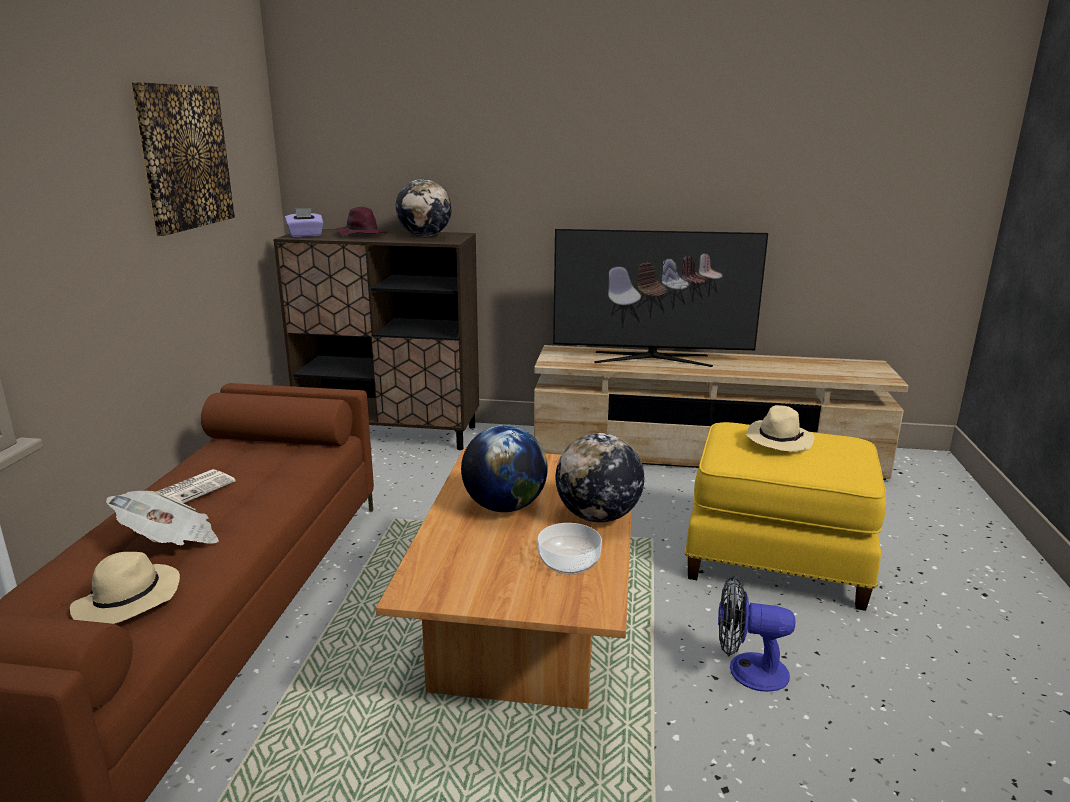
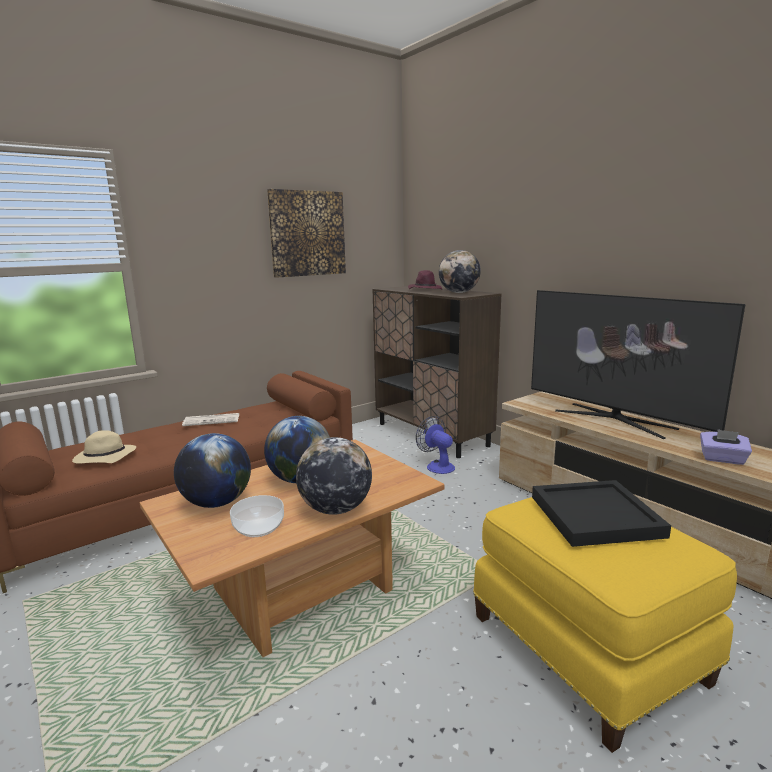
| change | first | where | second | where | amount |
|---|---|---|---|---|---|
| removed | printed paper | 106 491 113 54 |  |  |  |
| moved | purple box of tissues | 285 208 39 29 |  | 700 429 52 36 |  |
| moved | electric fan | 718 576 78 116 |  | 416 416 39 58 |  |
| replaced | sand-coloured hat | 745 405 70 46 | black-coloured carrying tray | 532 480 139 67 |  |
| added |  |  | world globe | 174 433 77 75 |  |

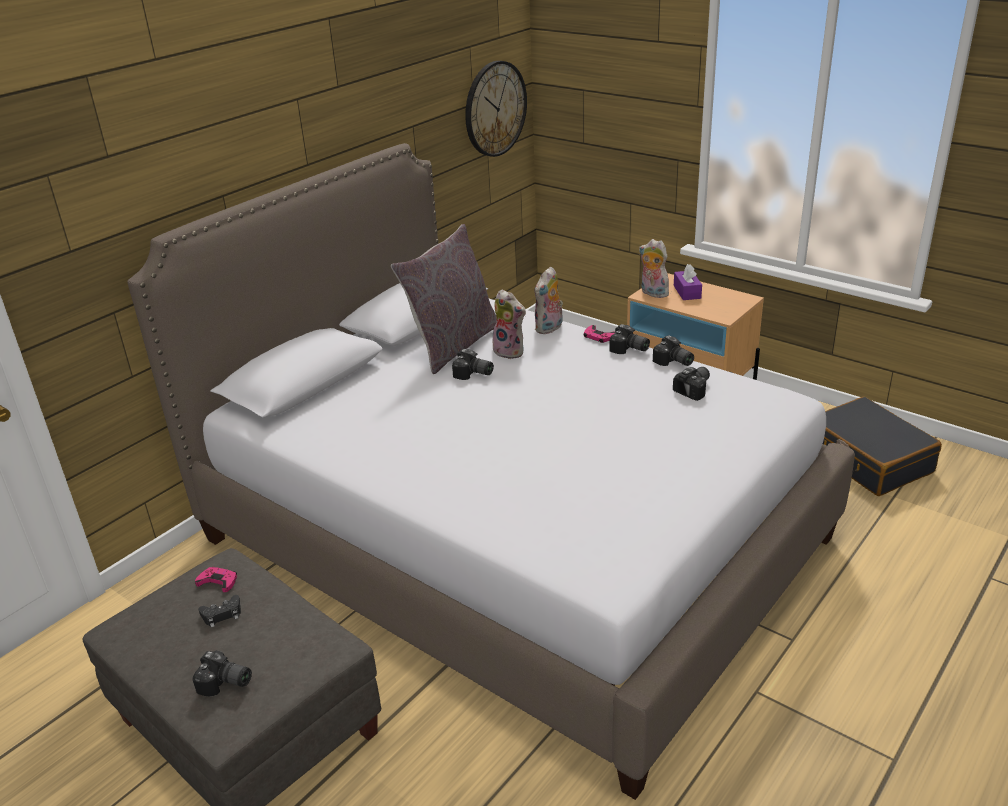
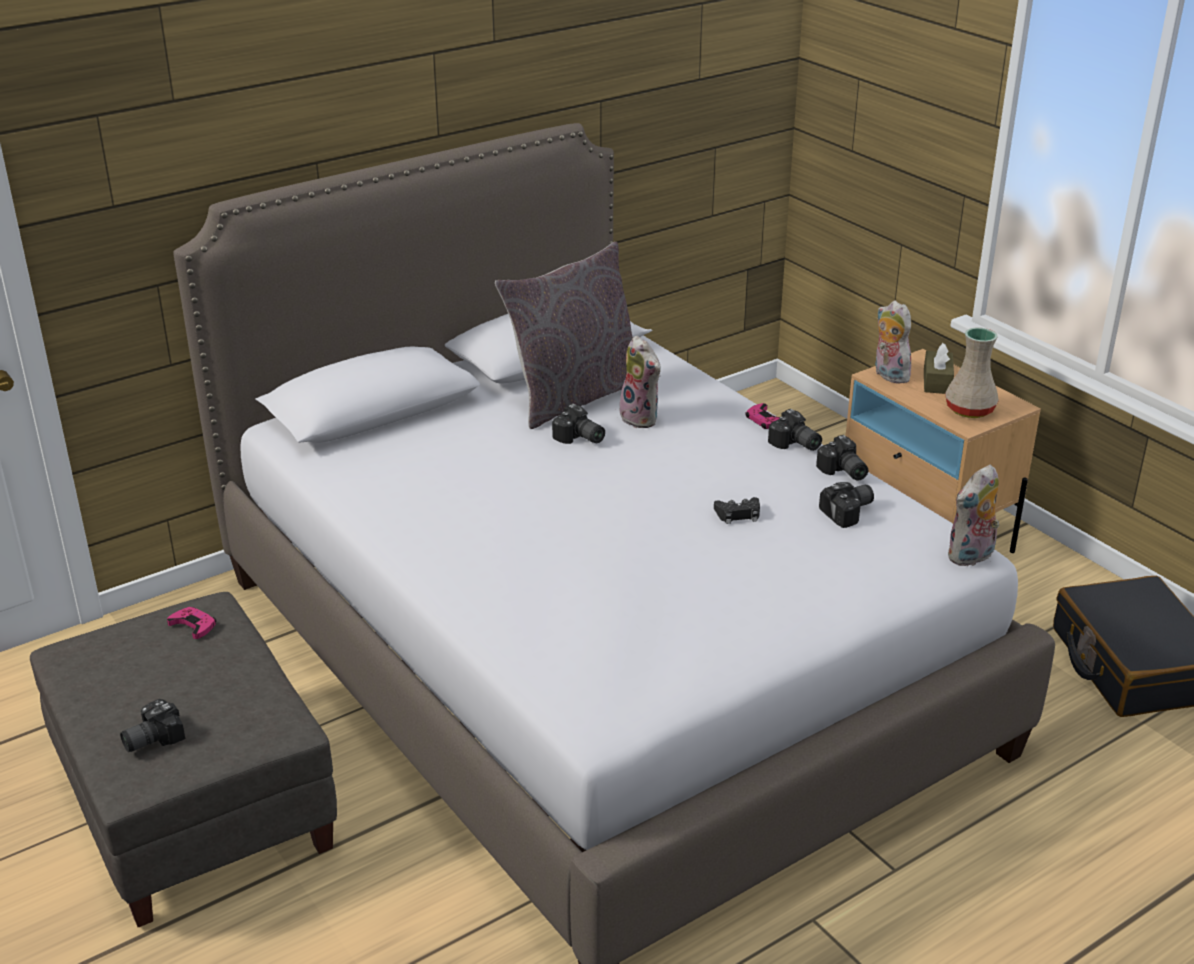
| change | first | where | second | where | amount |
|---|---|---|---|---|---|
| turned | still camera | 192 650 60 47 |  | 120 699 65 53 | 105 degrees clockwise |
| moved | black-coloured gamepad | 198 595 43 32 |  | 714 497 46 27 |  |
| removed | clock on the wall | 465 61 62 96 |  |  |  |
| moved | soft toy | 534 267 29 67 |  | 948 465 51 101 |  |
| recoloured | purple box of tissues | 674 264 28 36 | brownish box of tissues | 924 343 30 51 |  |
| added |  |  | sand-coloured decorative vase | 945 327 54 91 |  |

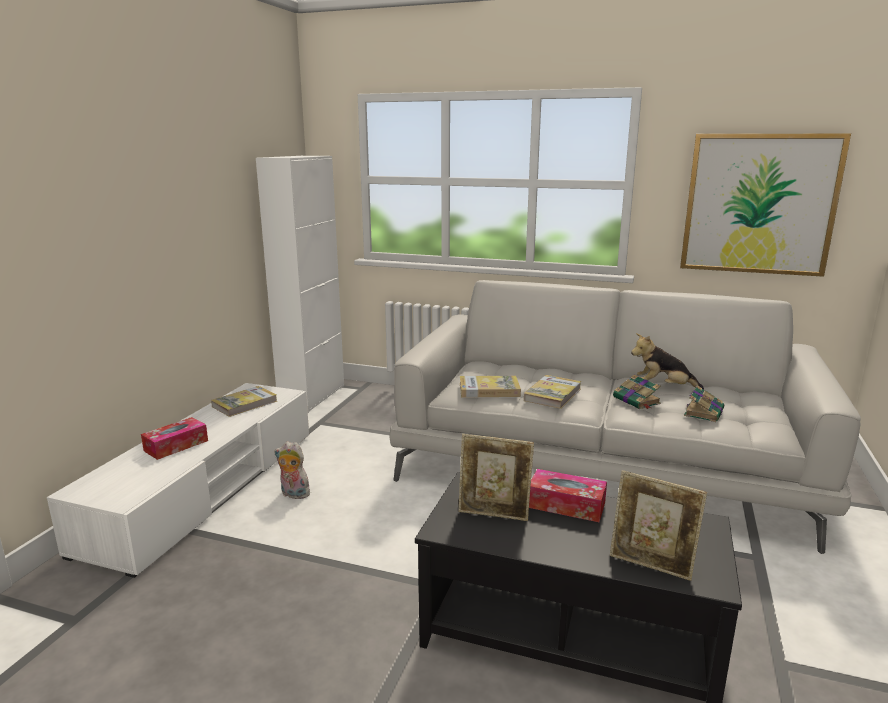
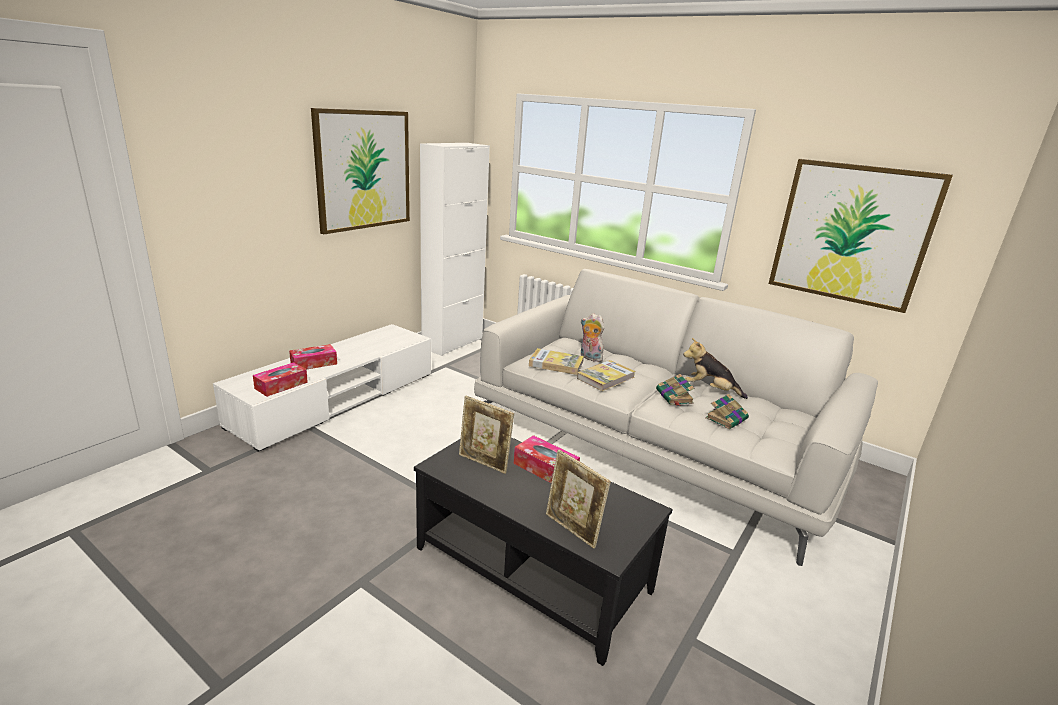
| change | first | where | second | where | amount |
|---|---|---|---|---|---|
| removed | volume | 211 386 66 31 |  |  |  |
| moved | soft toy | 274 441 36 58 |  | 581 313 24 49 |  |
| added |  |  | box of tissues | 253 362 55 35 |  |
| added |  |  | picture | 311 108 99 126 |  |

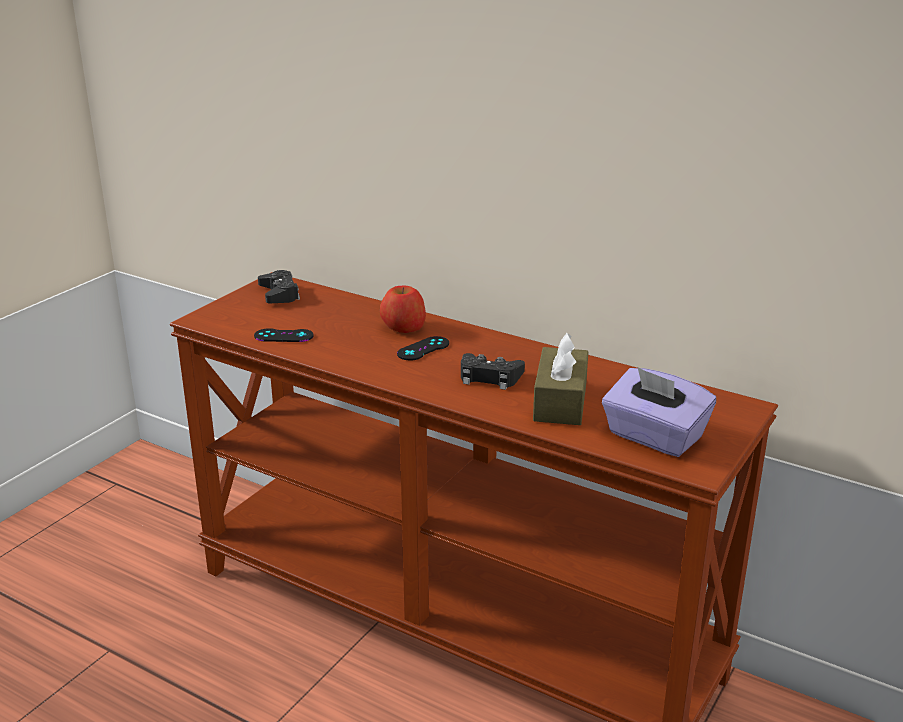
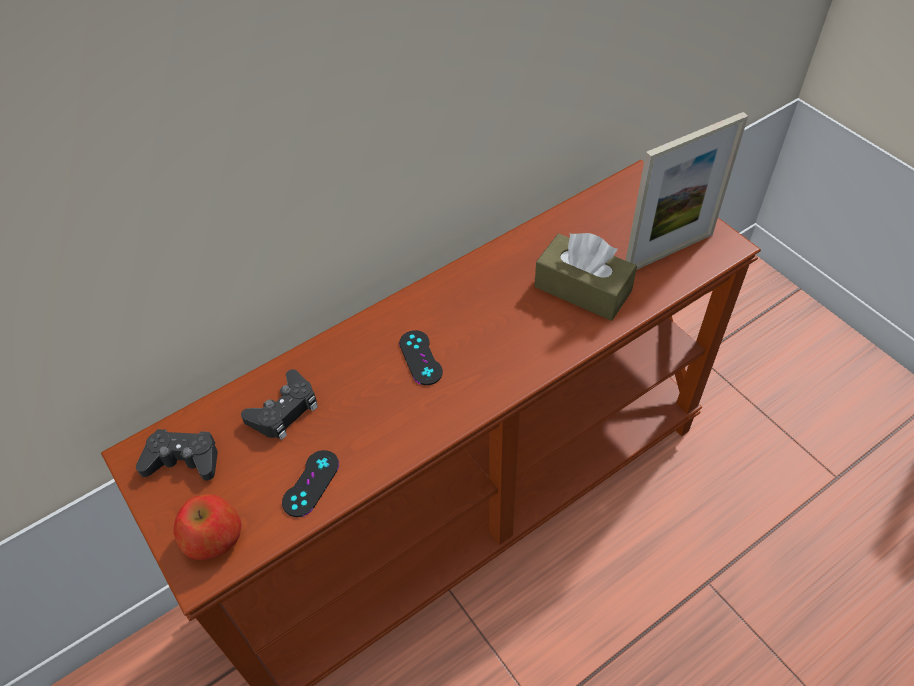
| change | first | where | second | where | amount |
|---|---|---|---|---|---|
| moved | whole apple | 380 286 46 47 |  | 174 494 67 66 |  |
| moved | black-coloured gamepad | 461 353 64 37 |  | 241 369 77 71 |  |
| replaced | purple box of tissues | 602 367 114 90 | photo frame | 626 112 122 158 |  |

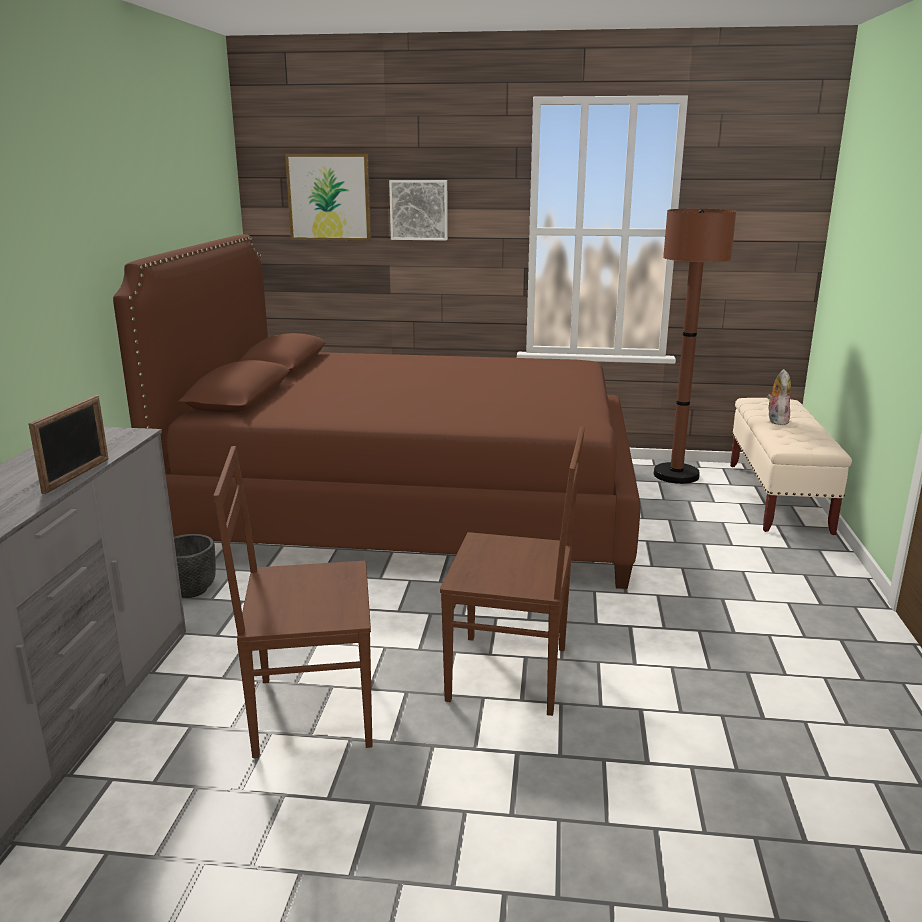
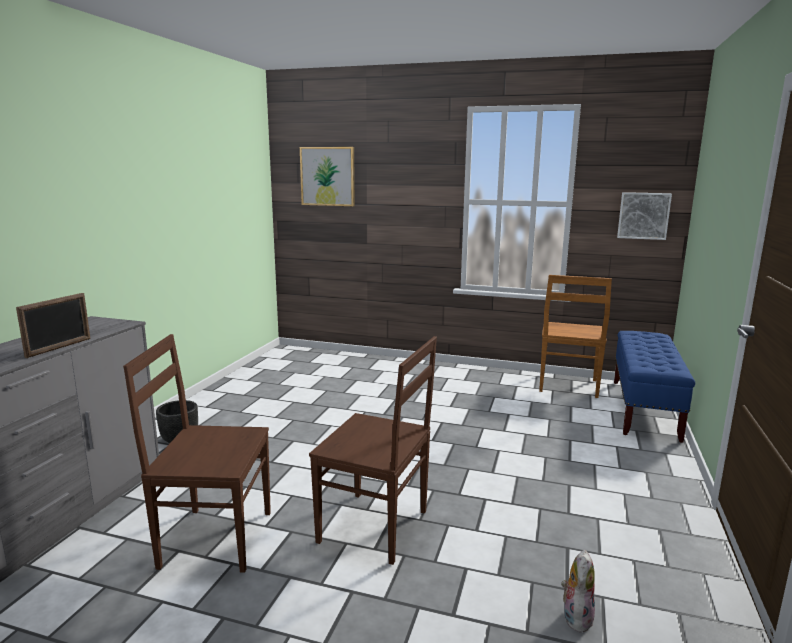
| change | first | where | second | where | amount |
|---|---|---|---|---|---|
| removed | brownish bedroom bed | 113 234 527 355 |  |  |  |
| moved | picture | 389 180 59 61 |  | 617 192 55 48 |  |
| replaced | brownish standing lamp | 654 209 82 275 | brownish chair | 539 275 73 123 |  |
| recoloured | sand-coloured indoor bench | 730 398 122 137 | blue indoor bench | 614 331 81 112 |  |
| moved | soft toy | 767 369 24 56 |  | 561 550 34 82 |  |

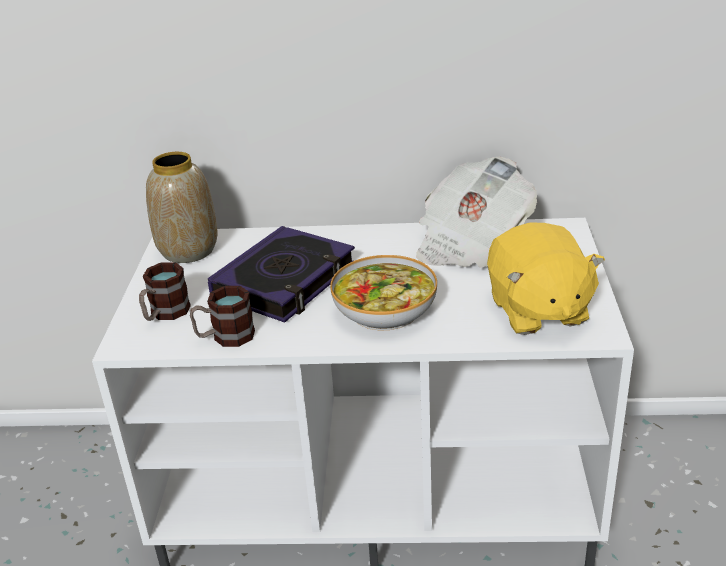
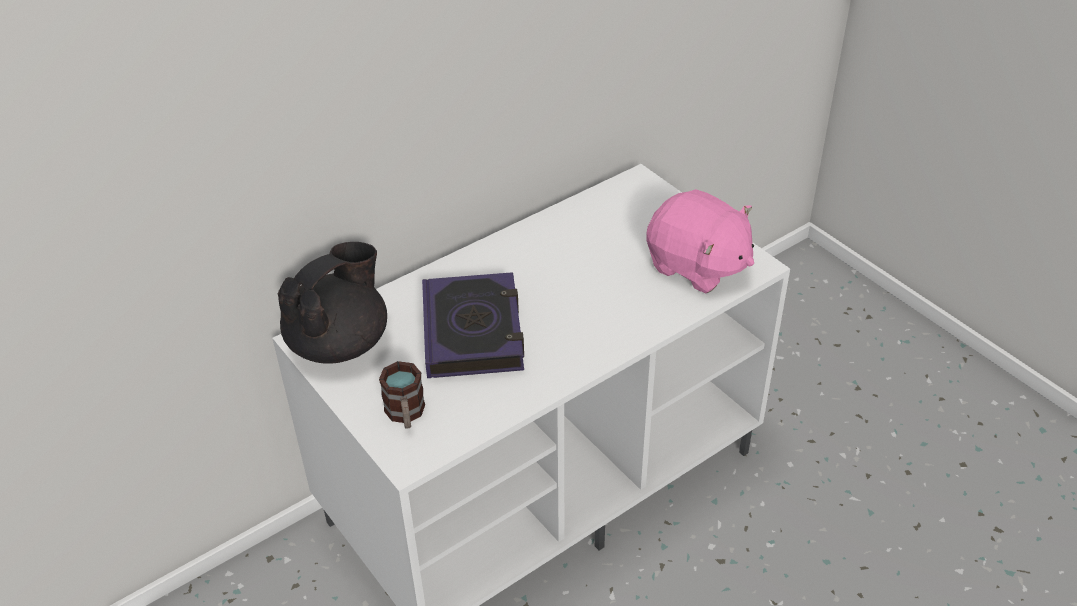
| change | first | where | second | where | amount |
|---|---|---|---|---|---|
| replaced | decorative vase | 146 152 72 111 | black-coloured pot for tea | 278 242 109 122 |  |
| removed | tea mug | 190 286 65 61 |  |  |  |
| removed | serving bowl | 330 255 107 76 |  |  |  |
| removed | printed paper | 416 156 121 112 |  |  |  |
| recoloured | yellowish soft toy | 487 223 118 112 | pinkish soft toy | 646 189 108 104 |  |

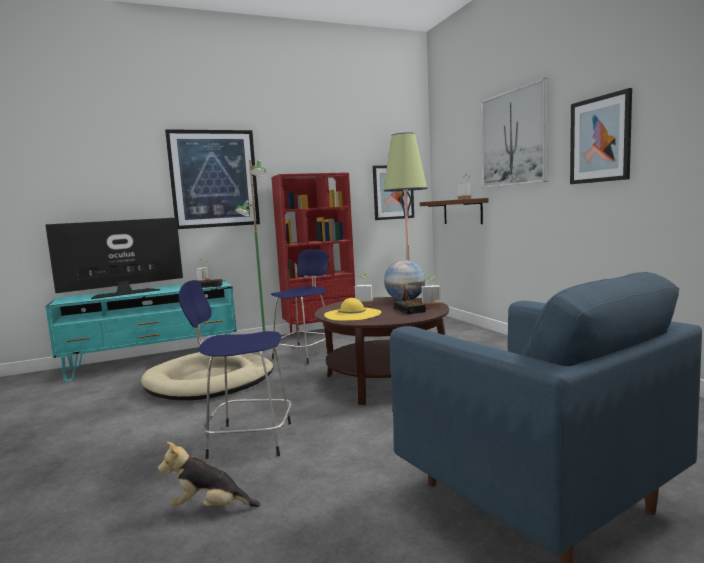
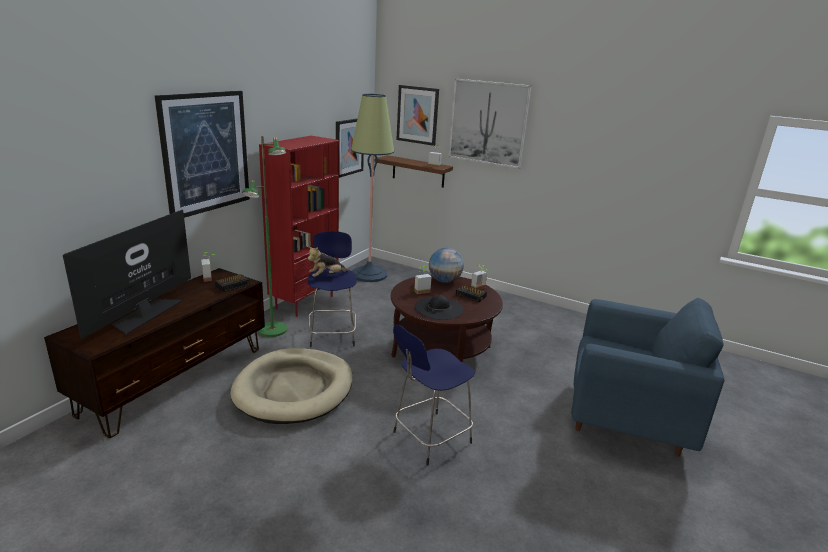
| change | first | where | second | where | amount |
|---|---|---|---|---|---|
| recoloured | turquoise tv stand | 45 280 192 102 | brownish tv stand | 44 268 221 170 |  |
| moved | soft toy | 158 442 103 65 |  | 308 247 41 30 |  |
| recoloured | yellowish hat | 324 298 57 23 | black-coloured hat | 414 295 49 25 |  |
| moved | picture | 570 88 62 96 |  | 397 85 42 61 |  |

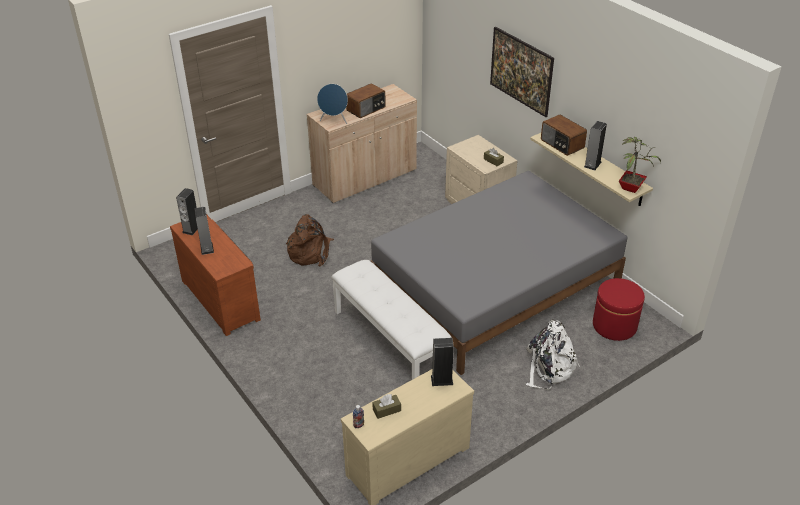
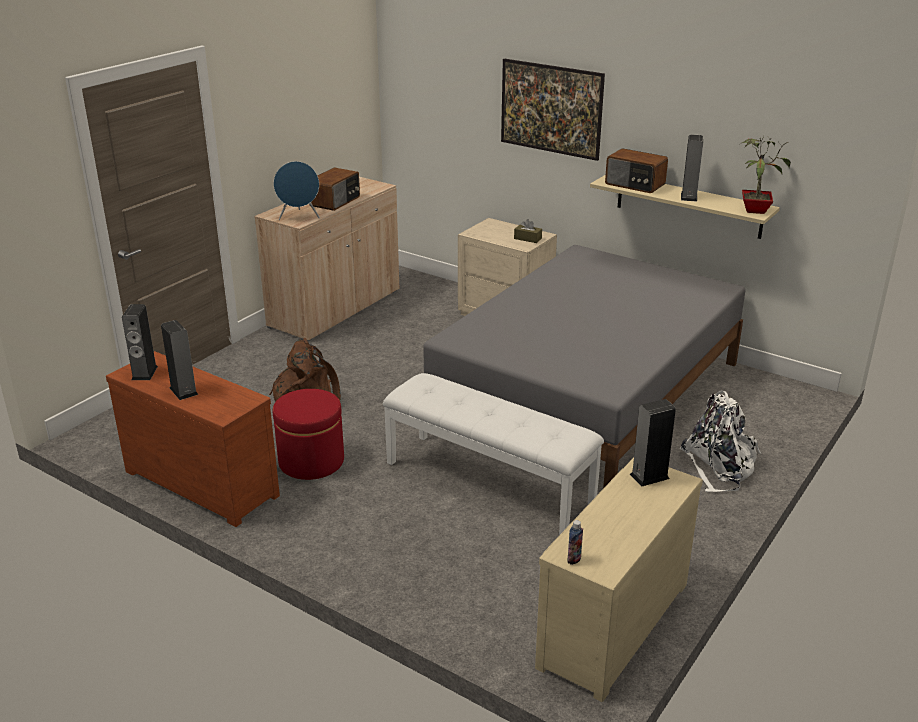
| change | first | where | second | where | amount |
|---|---|---|---|---|---|
| removed | brownish box of tissues | 372 394 29 25 |  |  |  |
| moved | reddish footrest | 593 278 52 63 |  | 273 389 71 91 |  |

